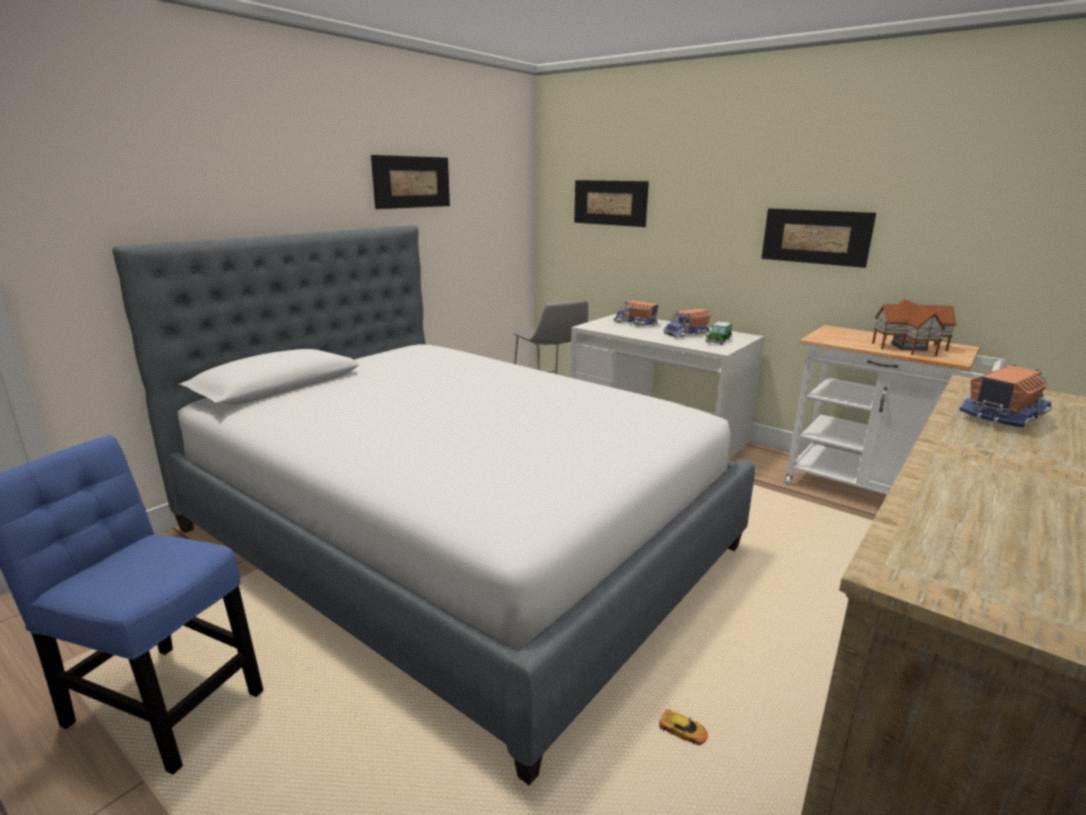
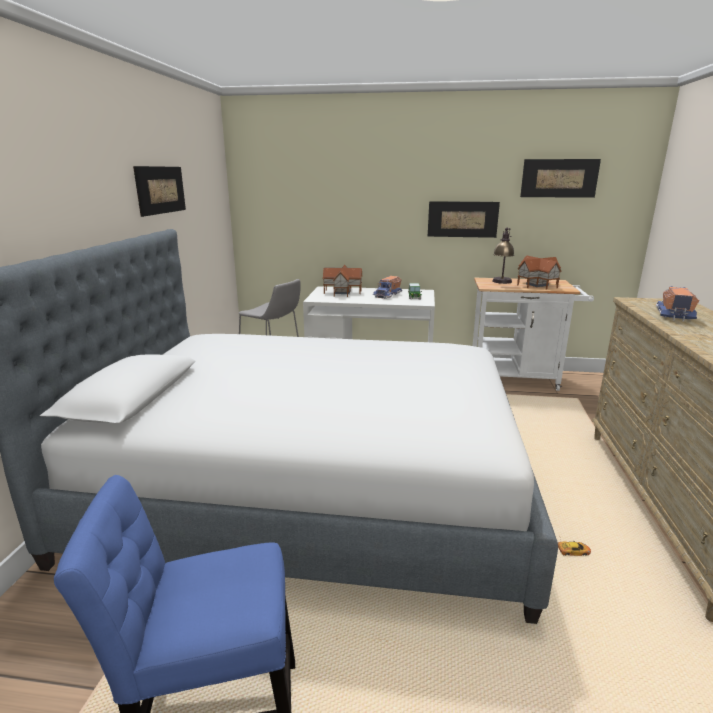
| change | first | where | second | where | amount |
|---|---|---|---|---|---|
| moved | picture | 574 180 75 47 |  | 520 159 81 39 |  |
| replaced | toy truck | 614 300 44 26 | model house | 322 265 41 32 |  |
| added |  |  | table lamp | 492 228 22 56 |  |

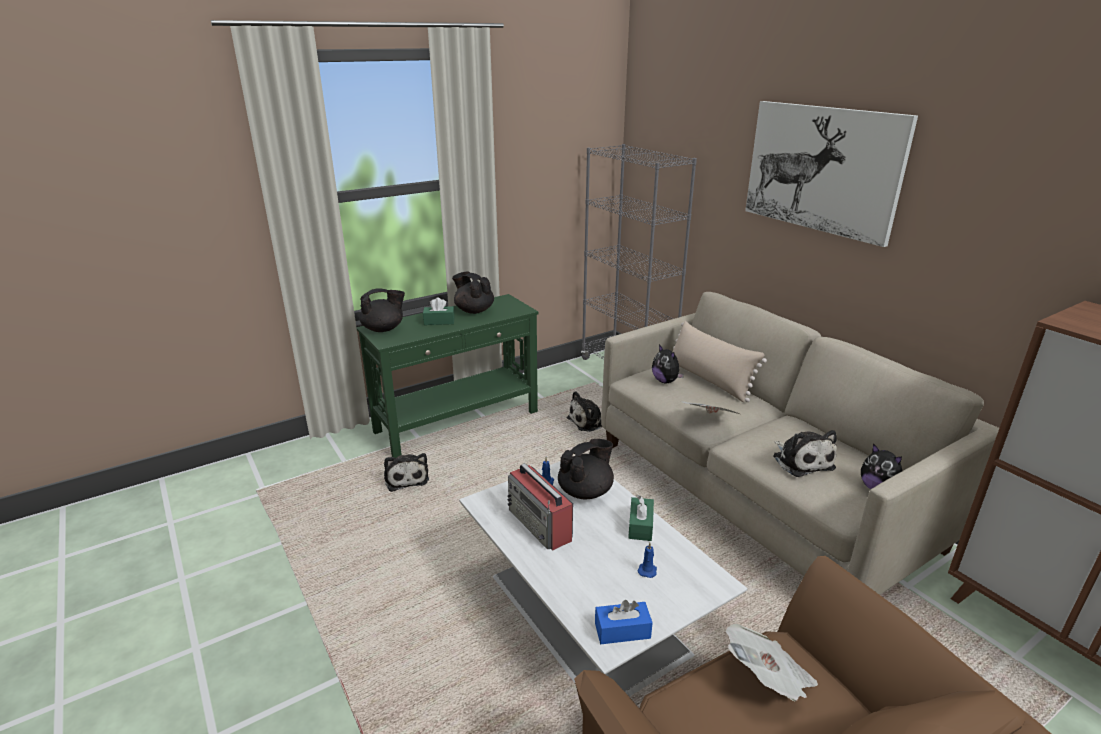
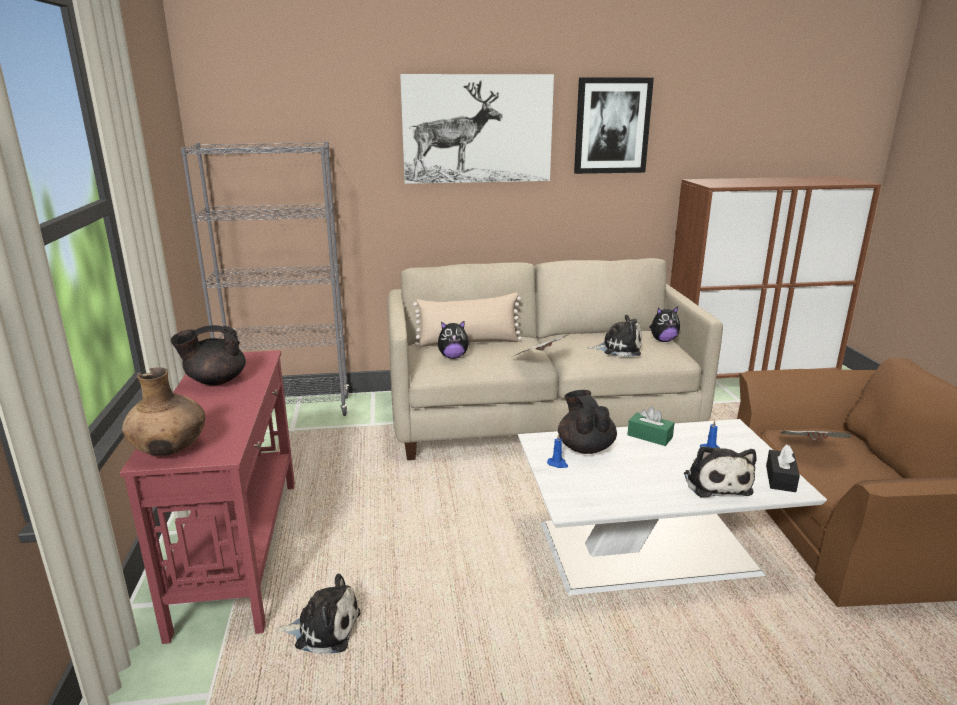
| change | first | where | second | where | amount |
|---|---|---|---|---|---|
| recoloured | greenish hall table | 356 294 182 164 | reddish hall table | 120 350 175 294 |  |
| replaced | black-coloured pot for tea | 359 289 46 43 | brownish decorative vase | 122 367 83 89 |  |
| removed | greenish box of tissues | 423 297 32 28 |  |  |  |
| removed | radio receiver | 507 463 66 88 |  |  |  |
| moved | soft toy | 567 391 35 41 |  | 684 446 73 52 |  |
| recoloured | blue box of tissues | 595 600 58 44 | black-coloured box of tissues | 766 444 34 48 |  |
| added |  |  | picture | 574 78 80 96 |  |

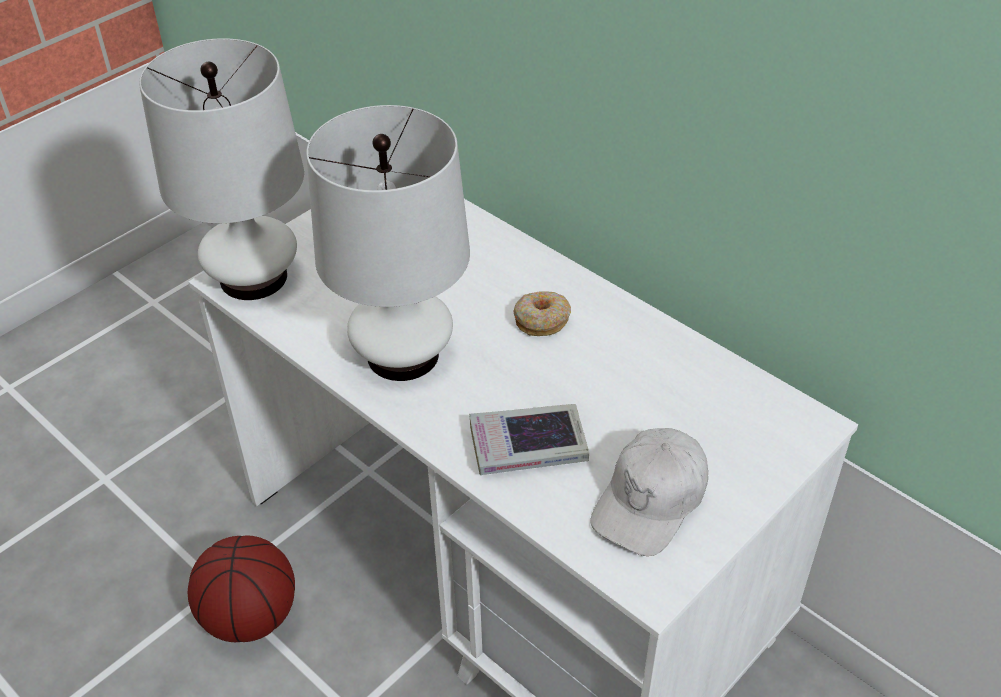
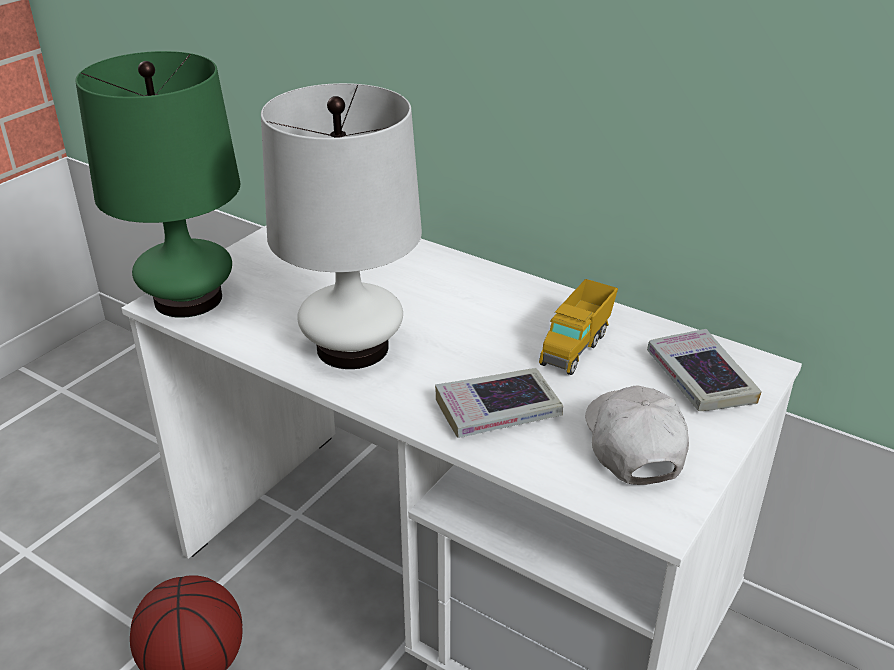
| change | first | where | second | where | amount |
|---|---|---|---|---|---|
| recoloured | whitish table lamp | 139 38 165 262 | greenish table lamp | 75 51 165 267 |  |
| removed | ring doughnut | 513 291 58 45 |  |  |  |
| turned | whitish cap | 591 428 117 128 |  | 585 386 104 99 | 150 degrees clockwise |
| added |  |  | toy truck | 539 279 79 96 |  |
| added |  |  | volume | 647 329 115 82 |  |

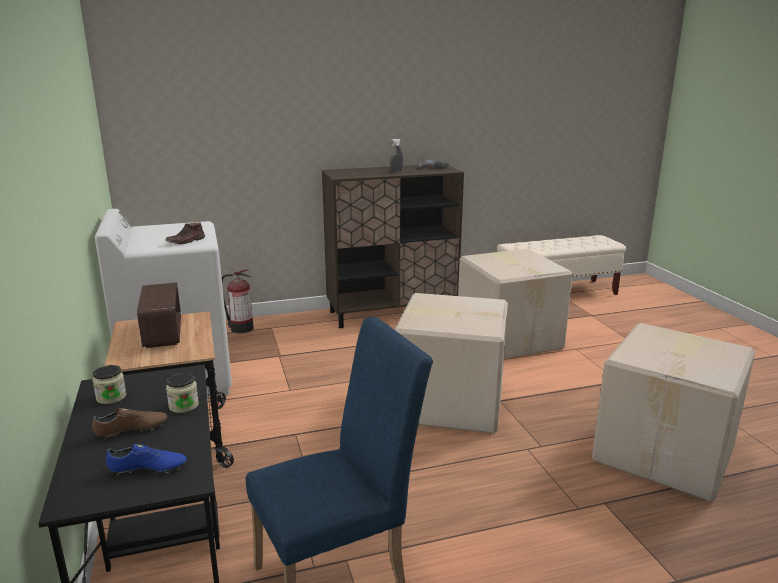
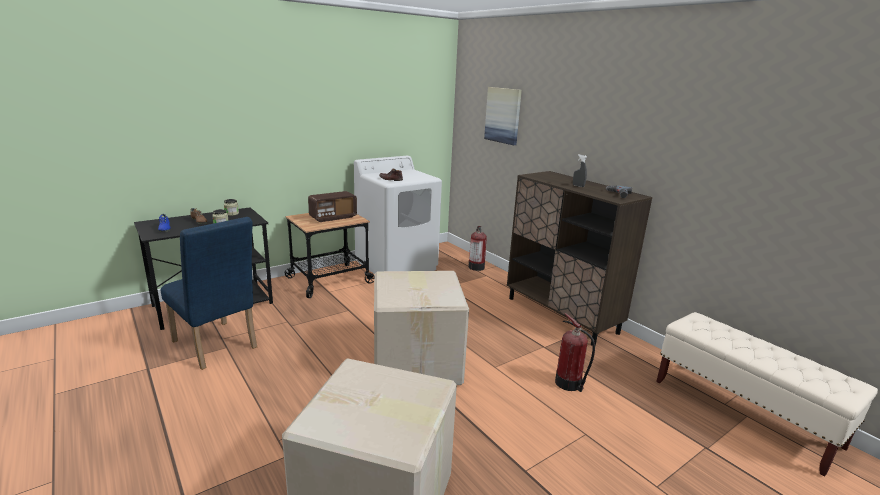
| change | first | where | second | where | amount |
|---|---|---|---|---|---|
| replaced | packing box | 458 249 115 110 | fire-fighting cylinder | 555 313 40 79 |  |
| added |  |  | picture | 484 87 38 58 |  |

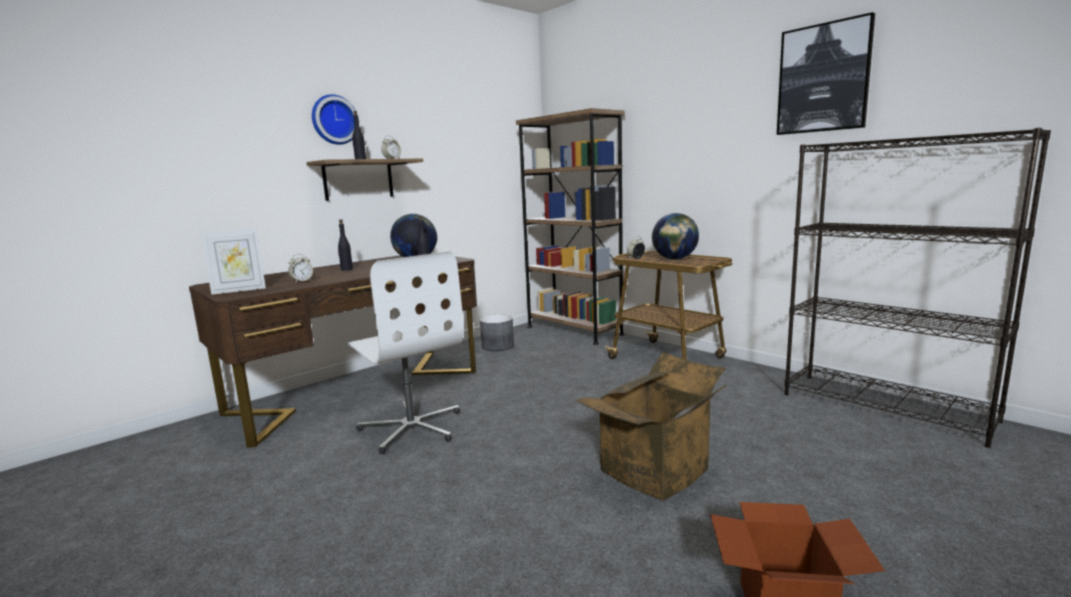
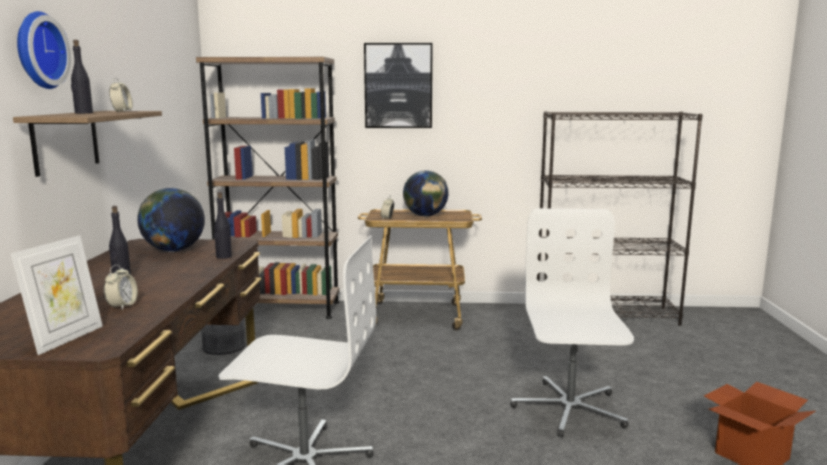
| change | first | where | second | where | amount |
|---|---|---|---|---|---|
| replaced | packing box | 576 352 151 149 | whitish office chair | 510 208 124 230 |  |
| moved | picture | 777 12 98 123 |  | 364 43 68 85 |  |

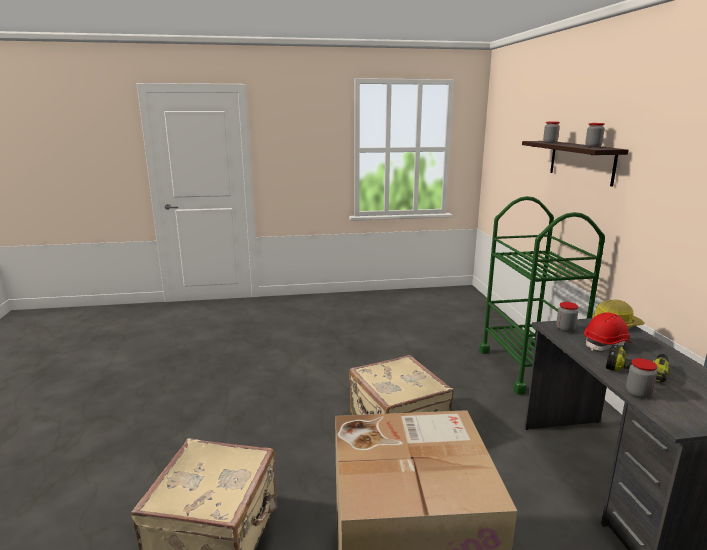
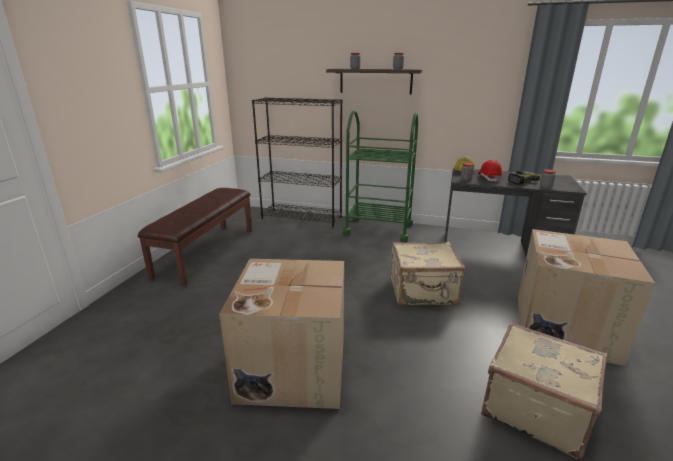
| change | first | where | second | where | amount |
|---|---|---|---|---|---|
| added |  |  | brownish indoor bench | 138 188 114 98 |  |
| added |  |  | packing box | 219 259 125 150 |  |
| added |  |  | black-coloured bookcase | 252 97 90 130 |  |

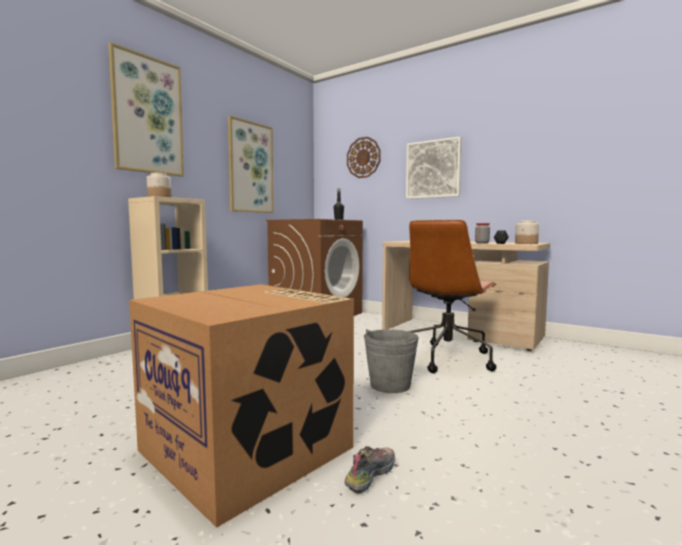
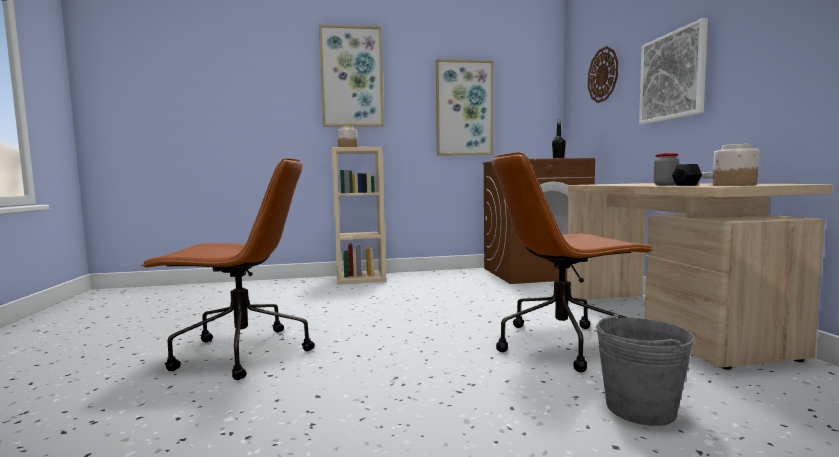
| change | first | where | second | where | amount |
|---|---|---|---|---|---|
| replaced | packing box | 129 284 225 244 | brownish office chair | 141 158 174 222 |  |
| removed | shoe | 344 446 51 47 |  |  |  |
| moved | gray water bucket | 364 329 55 64 |  | 596 313 99 113 |  |

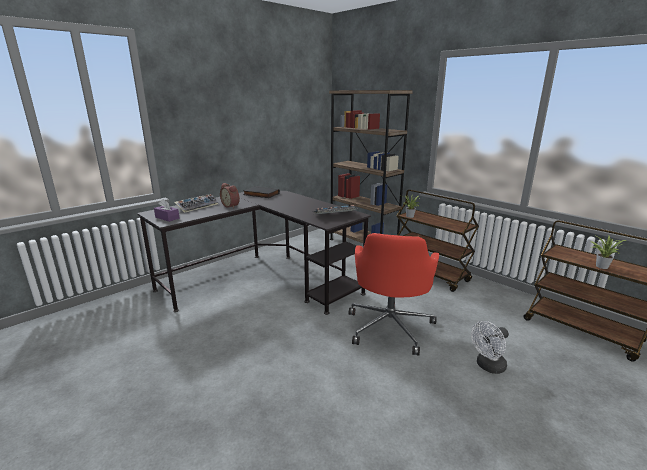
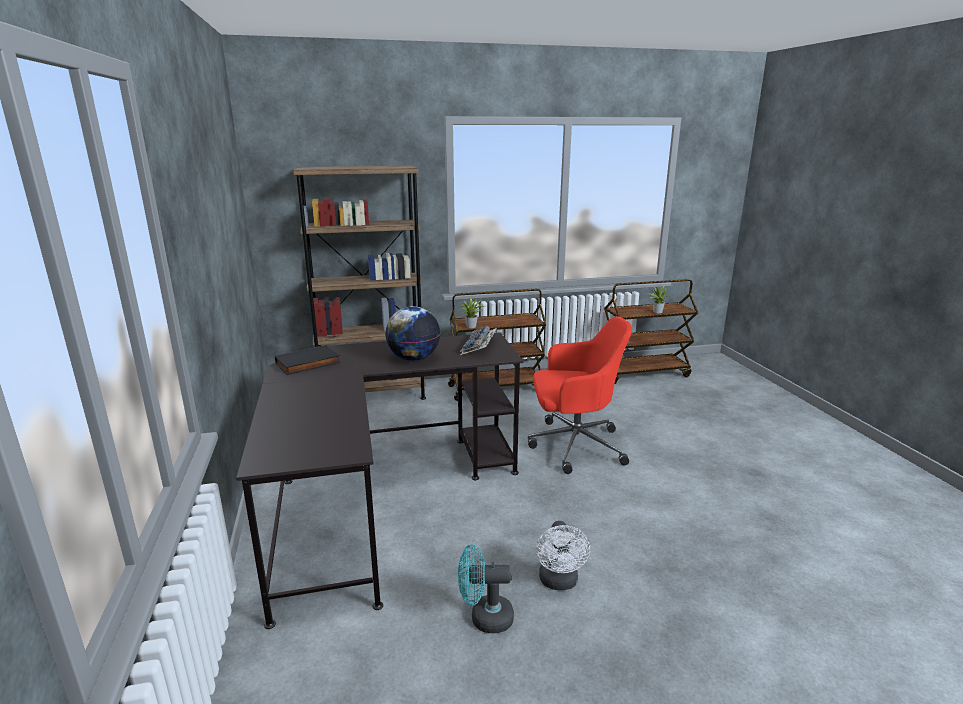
| change | first | where | second | where | amount |
|---|---|---|---|---|---|
| removed | purple box of tissues | 154 199 25 23 |  |  |  |
| removed | PC keyboard | 174 194 45 19 |  |  |  |
| removed | alarm clock | 220 183 20 25 |  |  |  |
| turned | reddish office chair | 349 233 90 123 |  | 528 316 104 158 | 45 degrees counterclockwise |
| moved | whitish electric fan | 471 321 38 53 |  | 536 521 54 69 |  |
| added |  |  | world globe | 385 306 55 55 |  |
| added |  |  | turquoise electric fan | 458 544 56 89 |  |

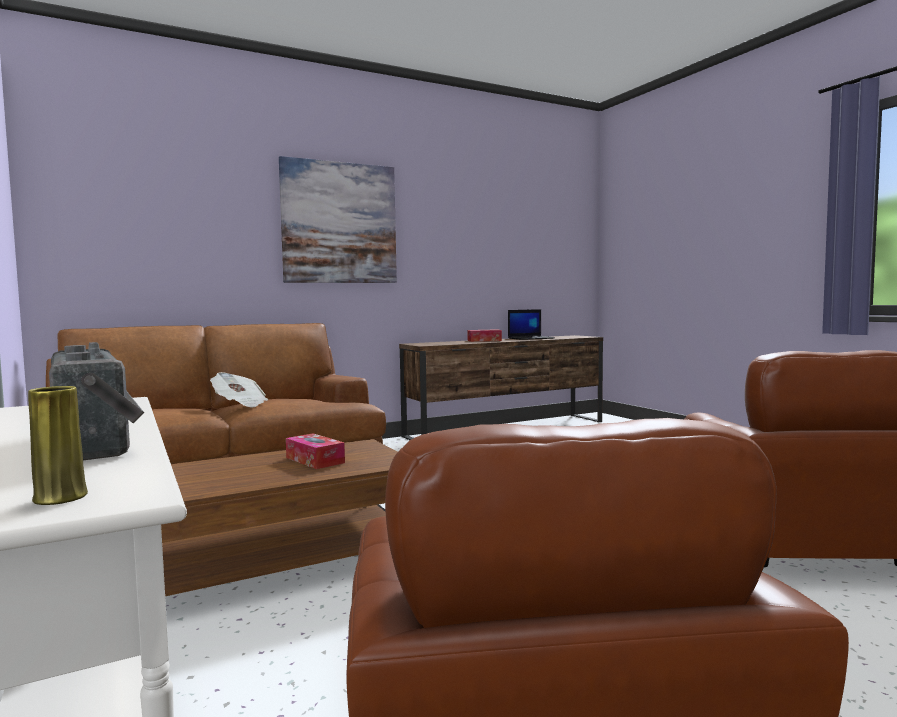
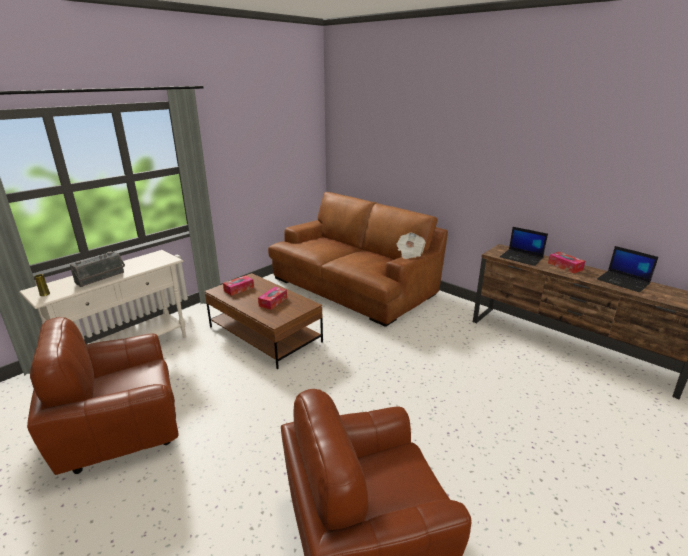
| change | first | where | second | where | amount |
|---|---|---|---|---|---|
| moved | printed paper | 210 372 58 36 |  | 396 232 30 27 |  |
| removed | picture | 279 156 118 127 |  |  |  |
| added |  |  | box of tissues | 223 275 31 21 |  |
| added |  |  | laptop | 500 227 48 39 |  |

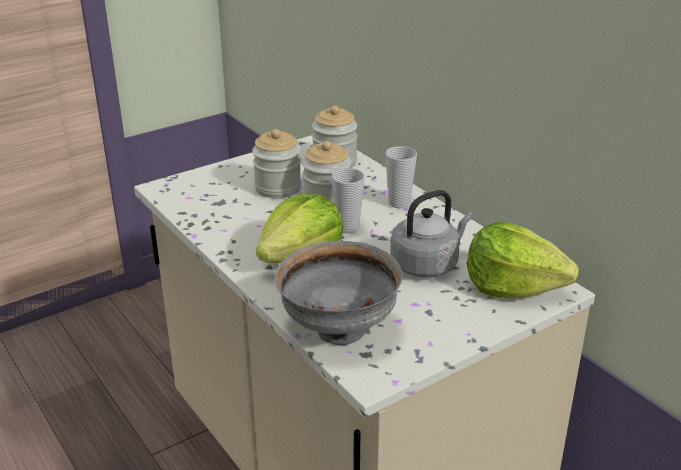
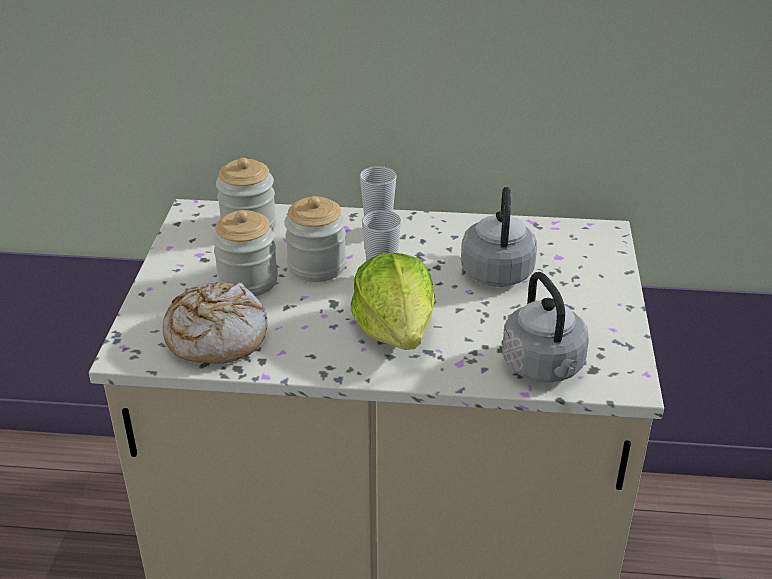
| change | first | where | second | where | amount |
|---|---|---|---|---|---|
| replaced | gray serving bowl | 274 241 129 104 | gray tea kettle | 502 272 87 111 |  |
| removed | lettuce | 467 222 112 76 |  |  |  |
| added |  |  | bread | 163 282 105 82 |  |

